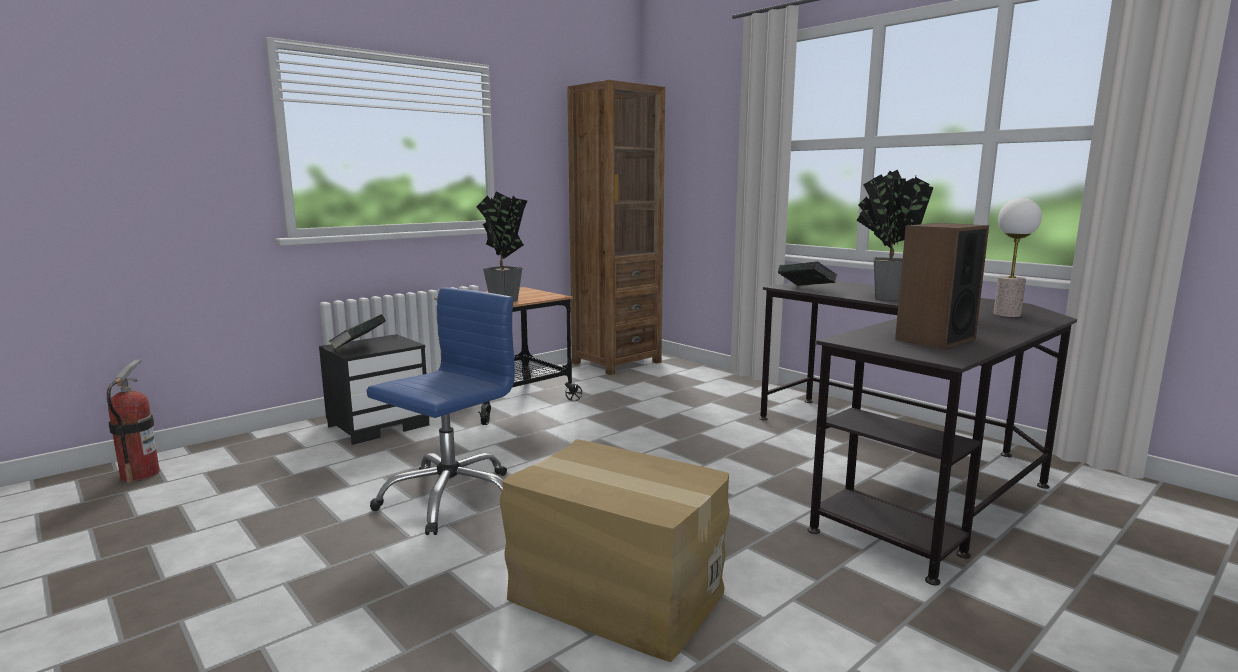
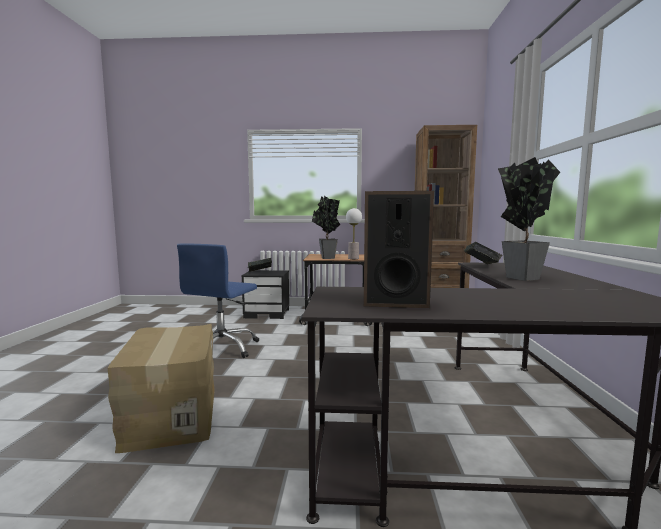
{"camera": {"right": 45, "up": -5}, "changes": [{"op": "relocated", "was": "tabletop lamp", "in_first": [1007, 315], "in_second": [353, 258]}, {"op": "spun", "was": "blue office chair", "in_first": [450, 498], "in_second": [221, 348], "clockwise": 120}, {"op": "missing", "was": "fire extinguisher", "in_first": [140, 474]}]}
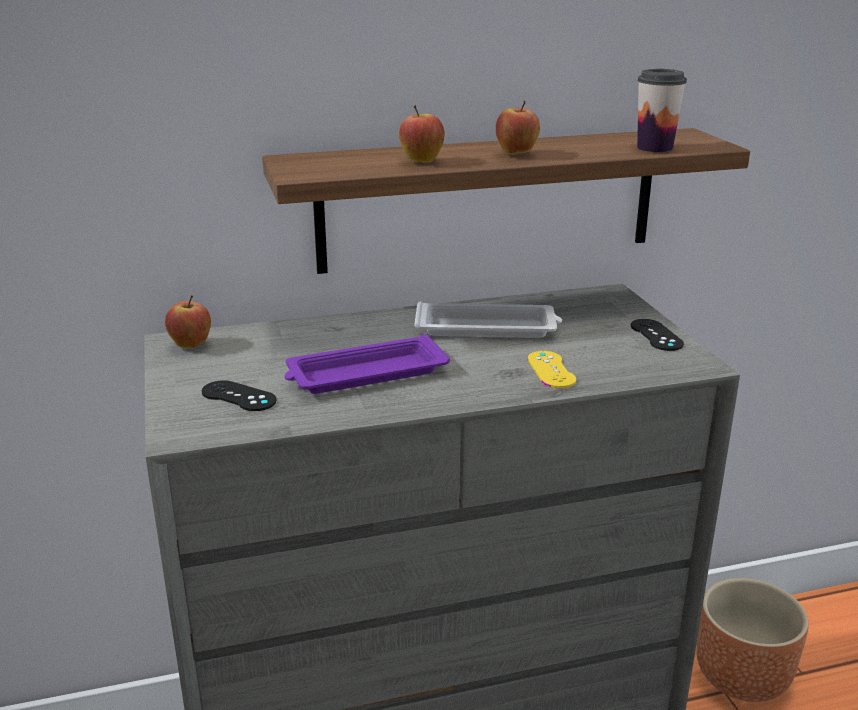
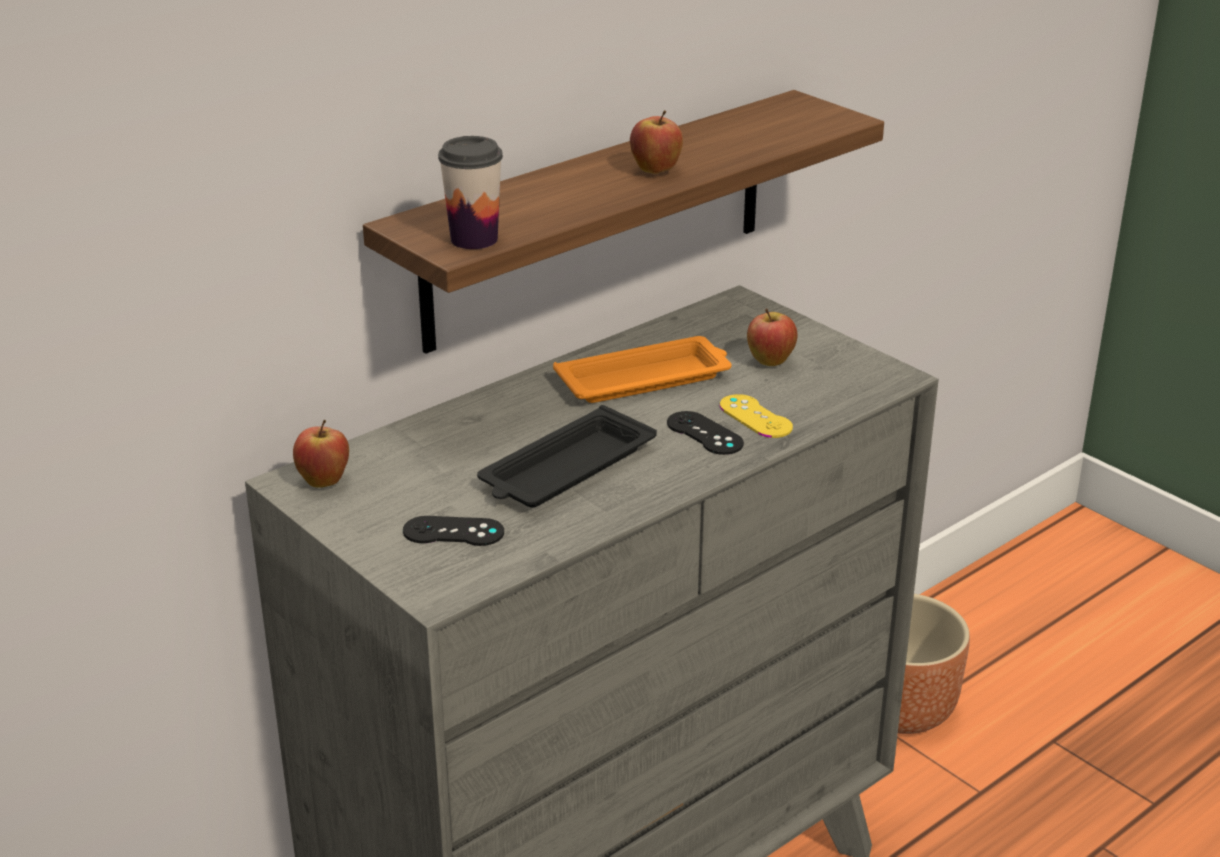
{"camera": {"right": -25, "up": 5}, "changes": [{"op": "relocated", "was": "cup", "in_first": [654, 148], "in_second": [474, 239]}, {"op": "relocated", "was": "apple fruit", "in_first": [421, 161], "in_second": [770, 362]}, {"op": "colour", "was": "white-coloured tray", "now": "orangey tray", "in_first": [488, 328], "in_second": [646, 379]}, {"op": "relocated", "was": "blackish joypad", "in_first": [656, 335], "in_second": [704, 433]}, {"op": "colour", "was": "purplish tray", "now": "blackish tray", "in_first": [364, 374], "in_second": [565, 470]}]}
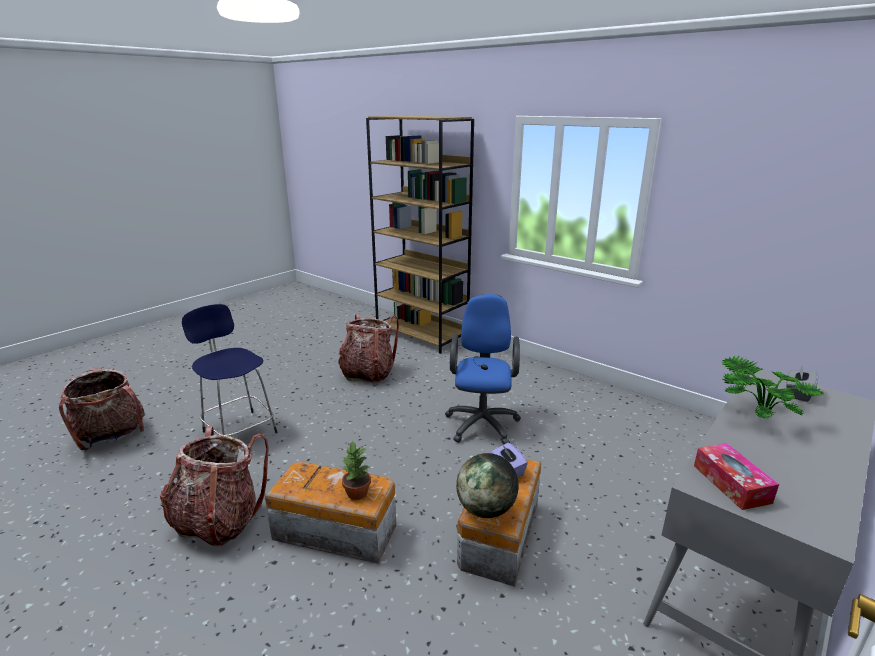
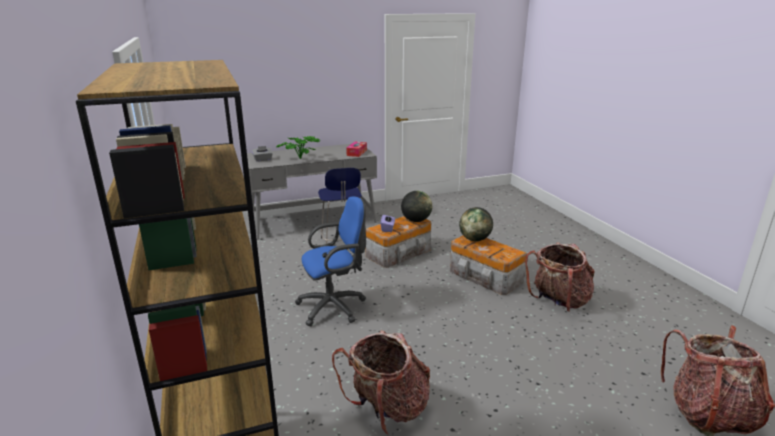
{"camera": {"right": -150, "up": 0}, "changes": [{"op": "spun", "was": "blue office chair", "in_first": [482, 422], "in_second": [335, 307], "clockwise": -150}, {"op": "relocated", "was": "blue stool", "in_first": [239, 431], "in_second": [342, 244]}, {"op": "exchanged", "was": "potted plant", "now": "globe", "in_first": [357, 493], "in_second": [474, 239]}]}
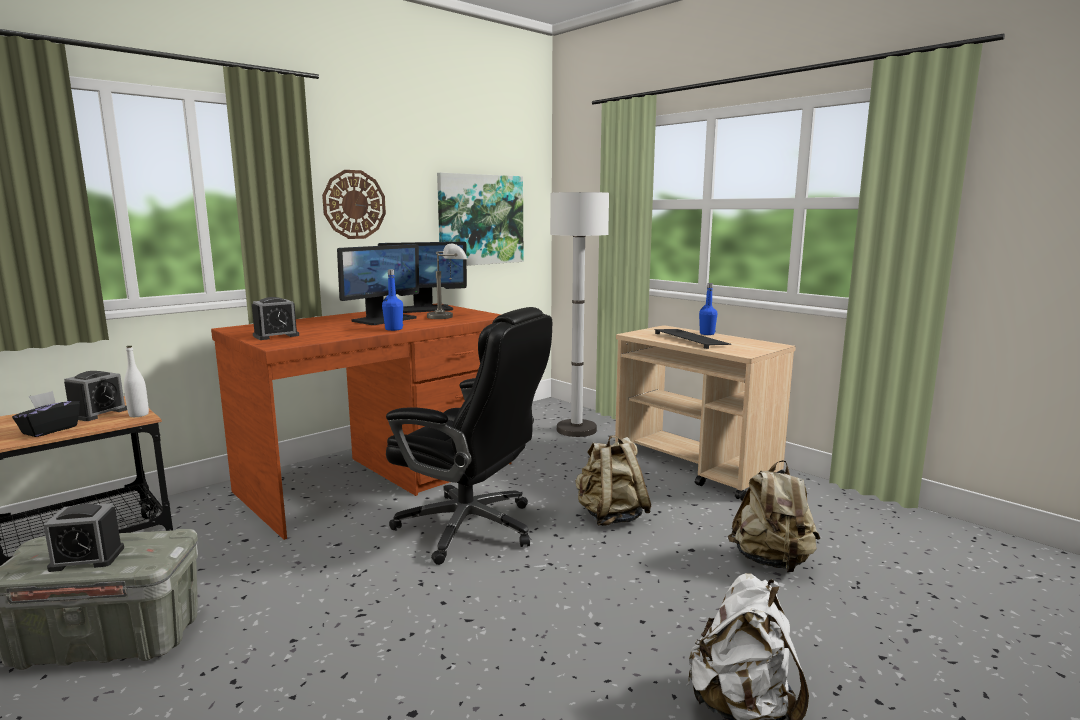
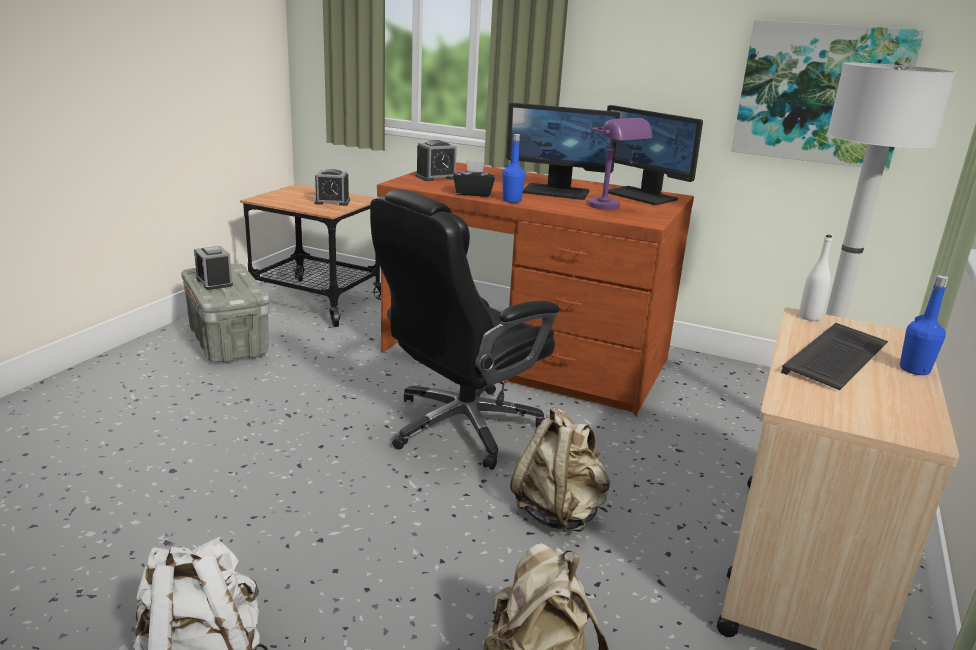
{"camera": {"right": 65, "up": 10}, "changes": [{"op": "missing", "was": "wall clock", "in_first": [354, 204]}, {"op": "colour", "was": "grey tabletop lamp", "now": "purplish tabletop lamp", "in_first": [449, 316], "in_second": [612, 208]}, {"op": "spun", "was": "alarm clock", "in_first": [276, 336], "in_second": [436, 177], "clockwise": -60}, {"op": "spun", "was": "blackish office chair", "in_first": [470, 528], "in_second": [461, 427], "clockwise": 45}, {"op": "relocated", "was": "white-coloured bottle", "in_first": [138, 415], "in_second": [809, 317]}, {"op": "relocated", "was": "blackish tissue holder", "in_first": [49, 430], "in_second": [473, 193]}]}
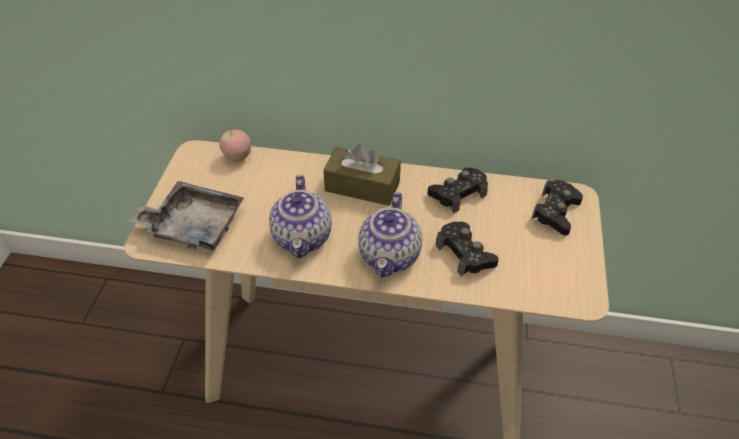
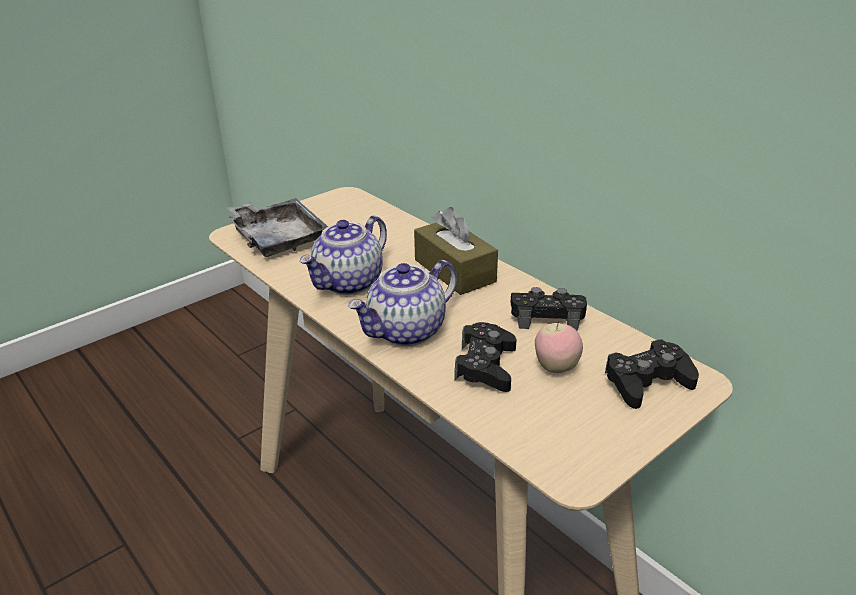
{"camera": {"right": 40, "up": -15}, "changes": [{"op": "relocated", "was": "apple fruit", "in_first": [238, 157], "in_second": [556, 368]}]}
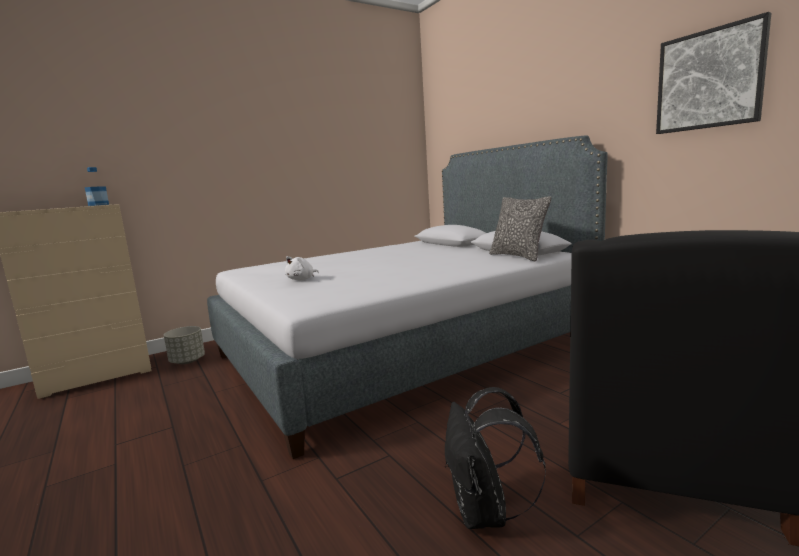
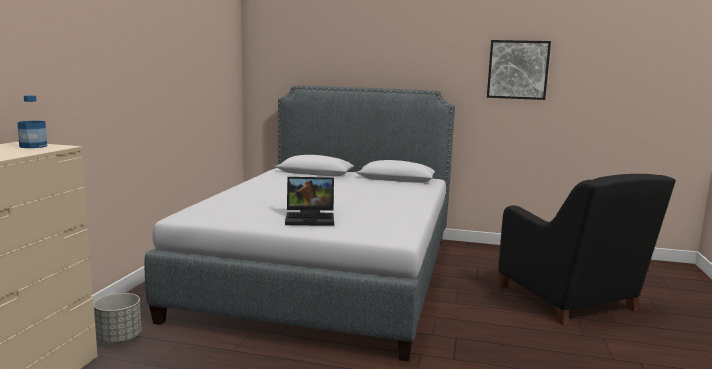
{"camera": {"right": -45, "up": 0}, "changes": [{"op": "missing", "was": "cushion", "in_first": [518, 256]}, {"op": "exchanged", "was": "white-coloured cuddly toy", "now": "laptop", "in_first": [302, 279], "in_second": [311, 218]}, {"op": "missing", "was": "blackish backpack", "in_first": [485, 512]}]}
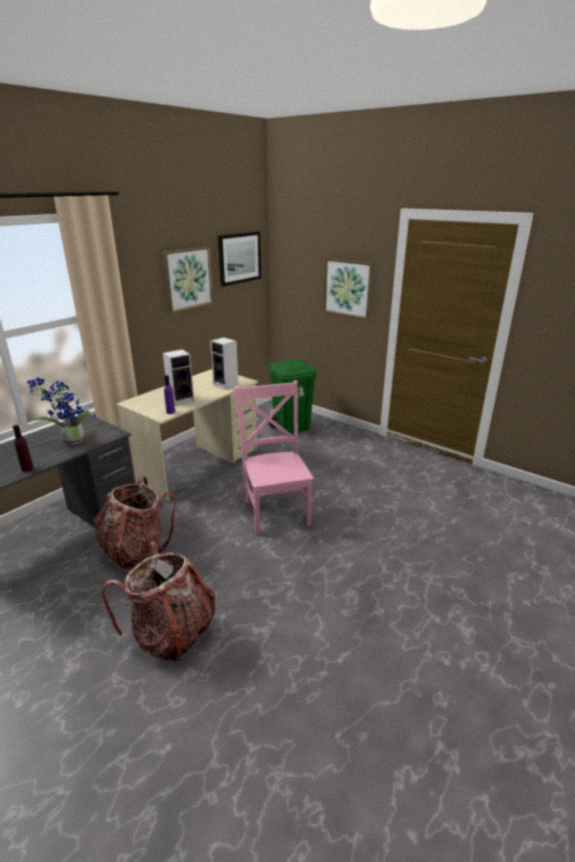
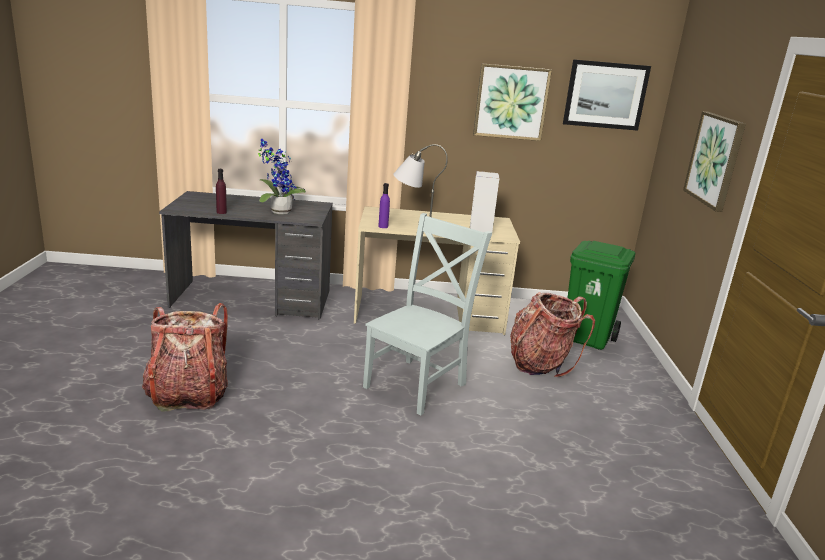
{"camera": {"right": 50, "up": -5}, "changes": [{"op": "exchanged", "was": "audio speaker", "now": "grey tabletop lamp", "in_first": [182, 400], "in_second": [414, 224]}, {"op": "colour", "was": "pink chair", "now": "grey chair", "in_first": [275, 510], "in_second": [418, 384]}, {"op": "relocated", "was": "backpack", "in_first": [136, 550], "in_second": [540, 364]}]}
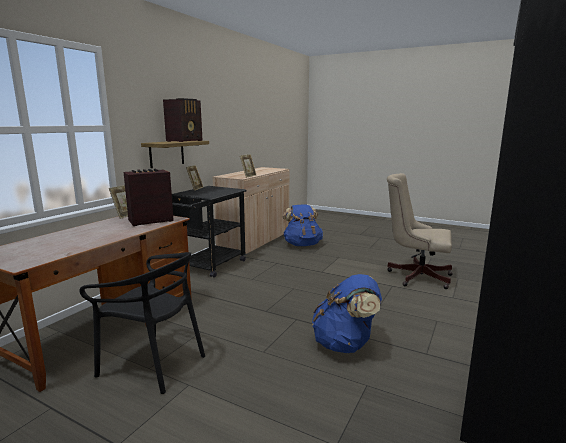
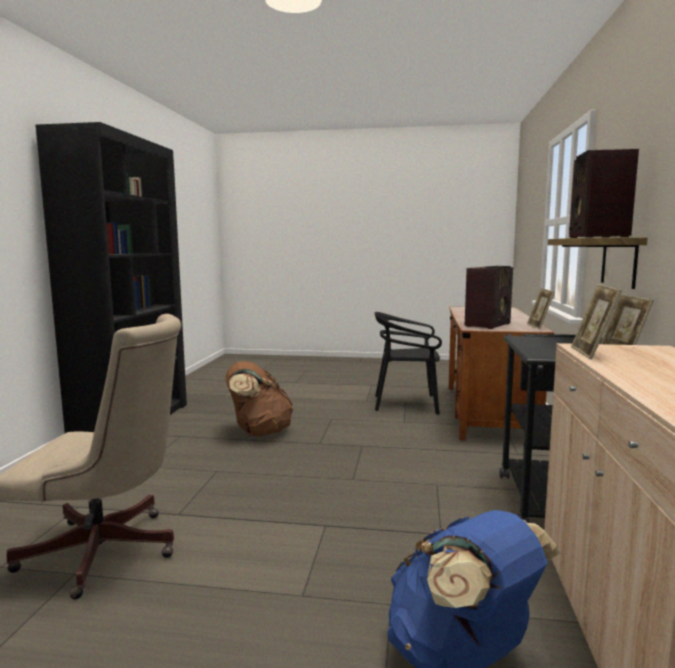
{"camera": {"right": 160, "up": -5}, "changes": [{"op": "colour", "was": "blue backpack", "now": "brown backpack", "in_first": [345, 344], "in_second": [259, 432]}]}
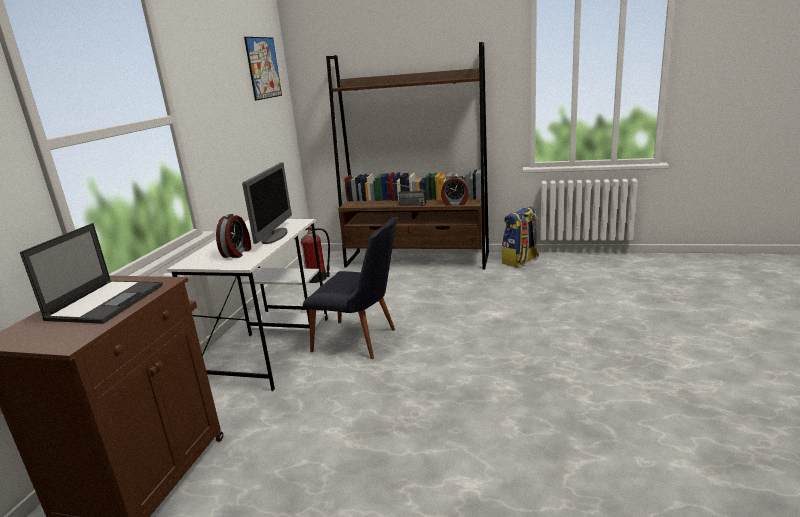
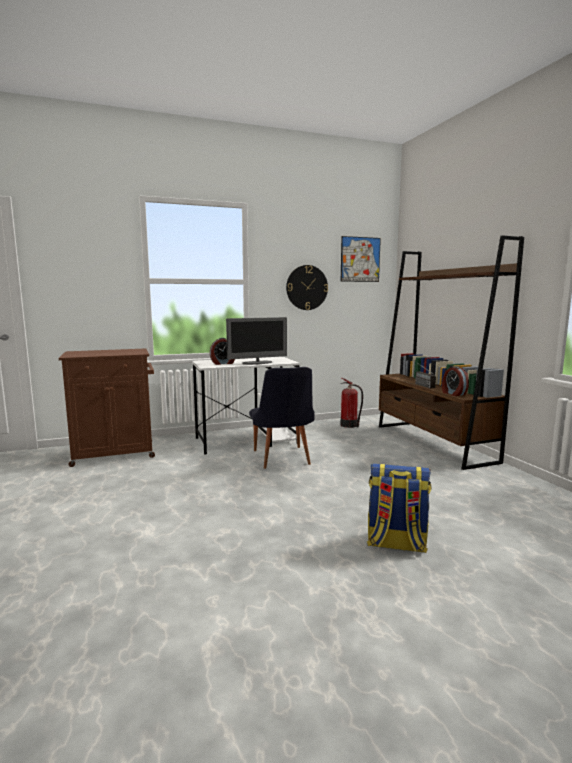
{"camera": {"right": 55, "up": -10}, "changes": [{"op": "relocated", "was": "backpack", "in_first": [520, 261], "in_second": [396, 544]}, {"op": "missing", "was": "laptop", "in_first": [107, 301]}, {"op": "appeared", "now": "wall clock", "in_second": [307, 287]}]}
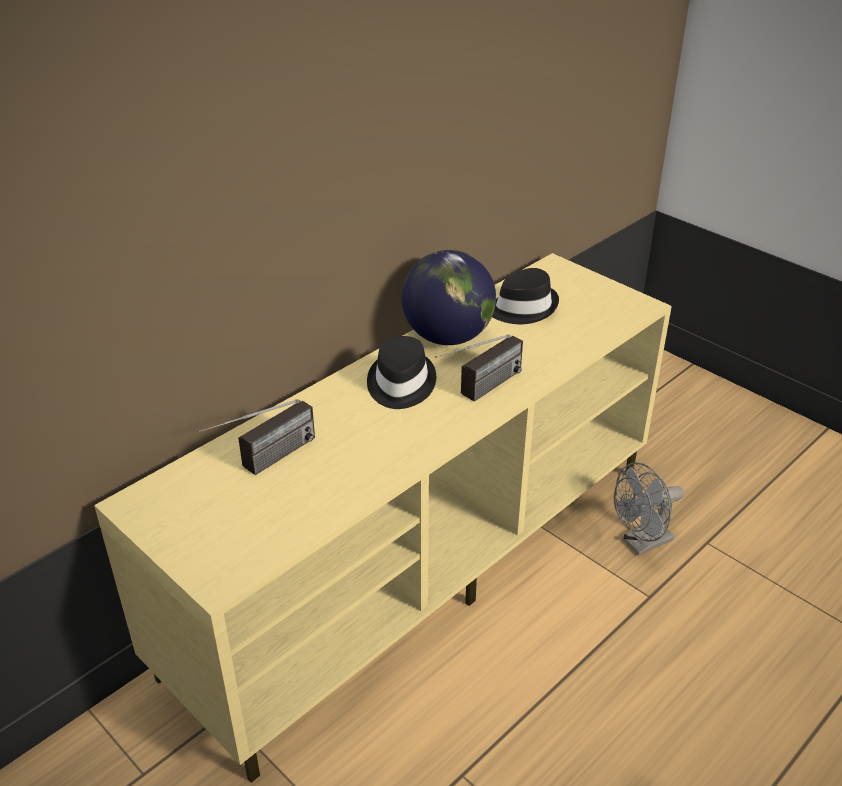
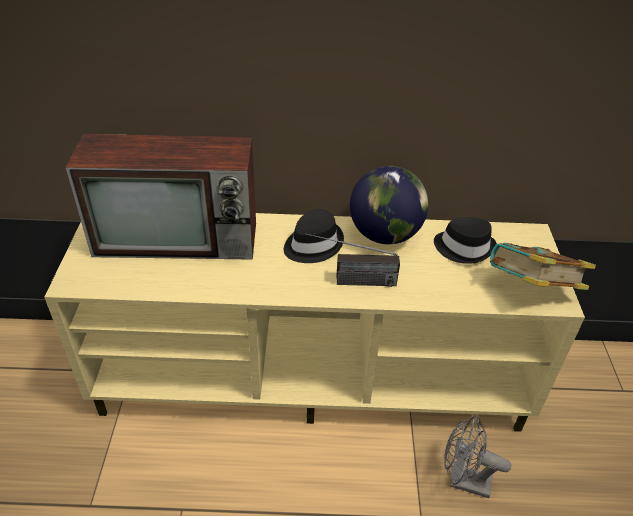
{"camera": {"right": 45, "up": 5}, "changes": [{"op": "exchanged", "was": "radio set", "now": "television", "in_first": [264, 463], "in_second": [180, 239]}, {"op": "appeared", "now": "book", "in_second": [530, 290]}]}
